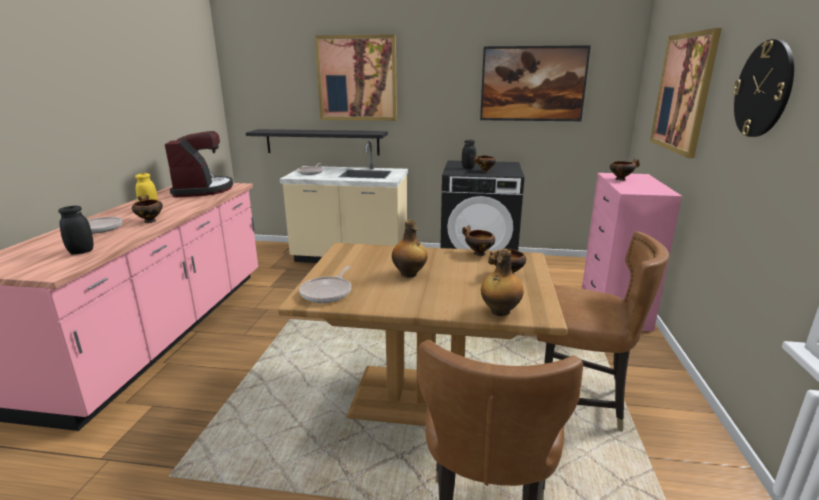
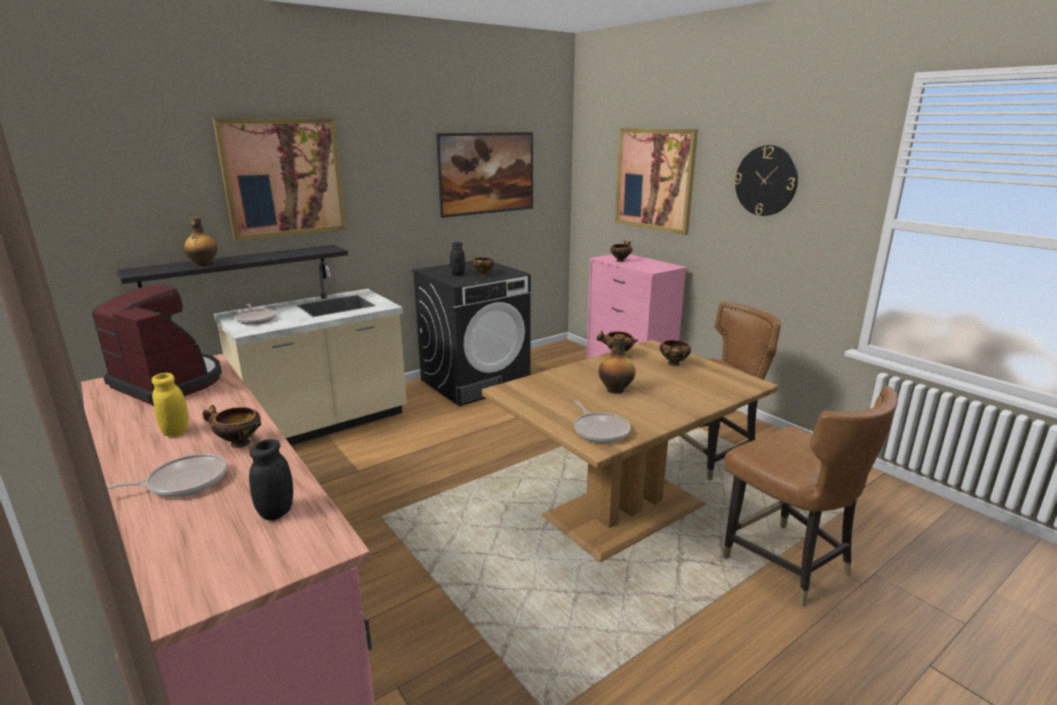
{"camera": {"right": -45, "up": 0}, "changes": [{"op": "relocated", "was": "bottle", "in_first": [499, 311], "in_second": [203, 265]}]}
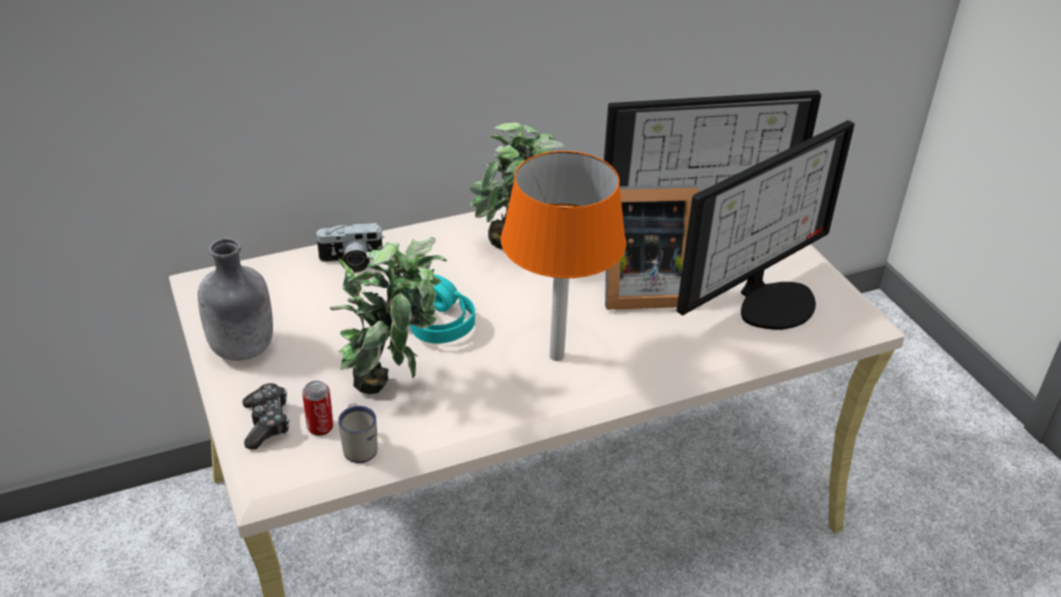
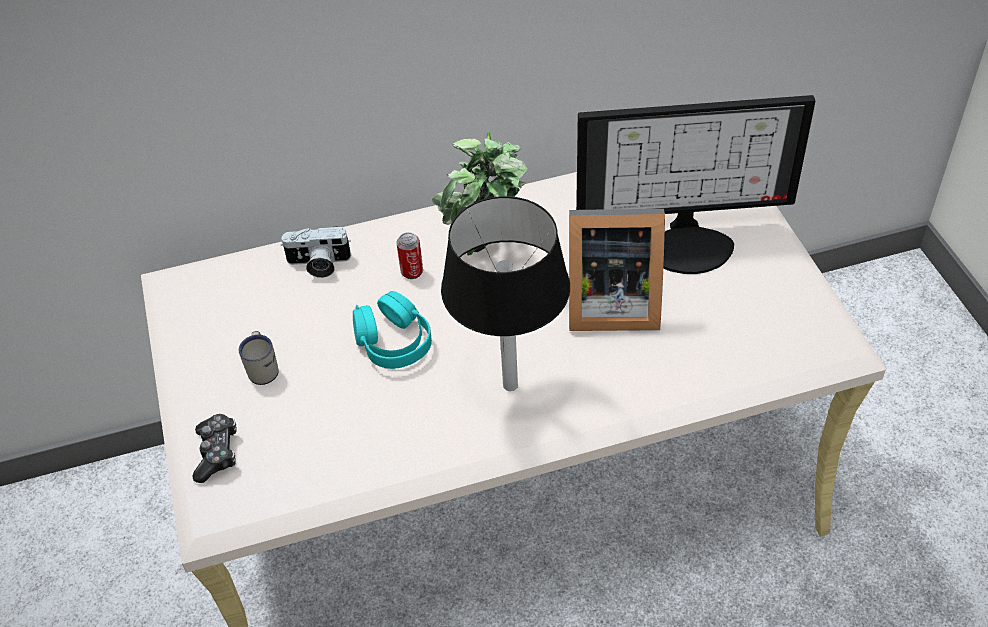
{"camera": {"right": 10, "up": 10}, "changes": [{"op": "missing", "was": "computer display", "in_first": [771, 300]}, {"op": "colour", "was": "orangey tabletop lamp", "now": "blackish tabletop lamp", "in_first": [557, 356], "in_second": [510, 385]}, {"op": "missing", "was": "potted plant", "in_first": [393, 384]}, {"op": "missing", "was": "grey bottle", "in_first": [242, 350]}, {"op": "relocated", "was": "metal can", "in_first": [320, 427], "in_second": [412, 272]}, {"op": "relocated", "was": "white-coloured mug", "in_first": [359, 446], "in_second": [263, 368]}]}
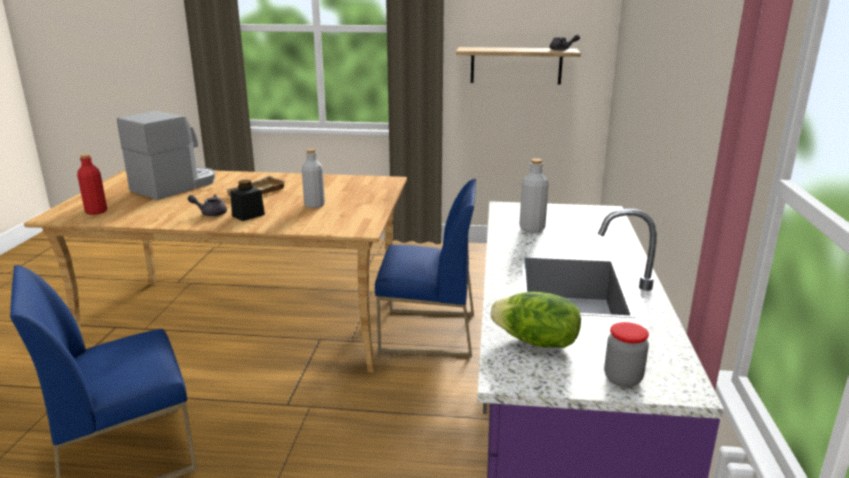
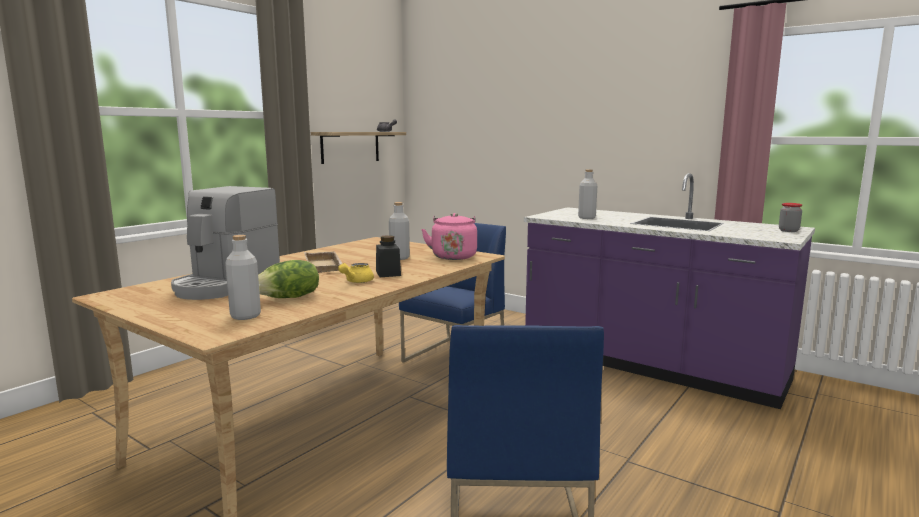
{"camera": {"right": -60, "up": -10}, "changes": [{"op": "spun", "was": "coffee brewer", "in_first": [175, 186], "in_second": [226, 285], "clockwise": -135}, {"op": "colour", "was": "reddish bottle", "now": "grey bottle", "in_first": [96, 211], "in_second": [245, 316]}, {"op": "colour", "was": "grey pot for tea", "now": "yellow-coloured pot for tea", "in_first": [210, 213], "in_second": [356, 281]}, {"op": "relocated", "was": "head of lettuce", "in_first": [536, 342], "in_second": [289, 298]}, {"op": "appeared", "now": "pink water kettle", "in_second": [453, 256]}]}
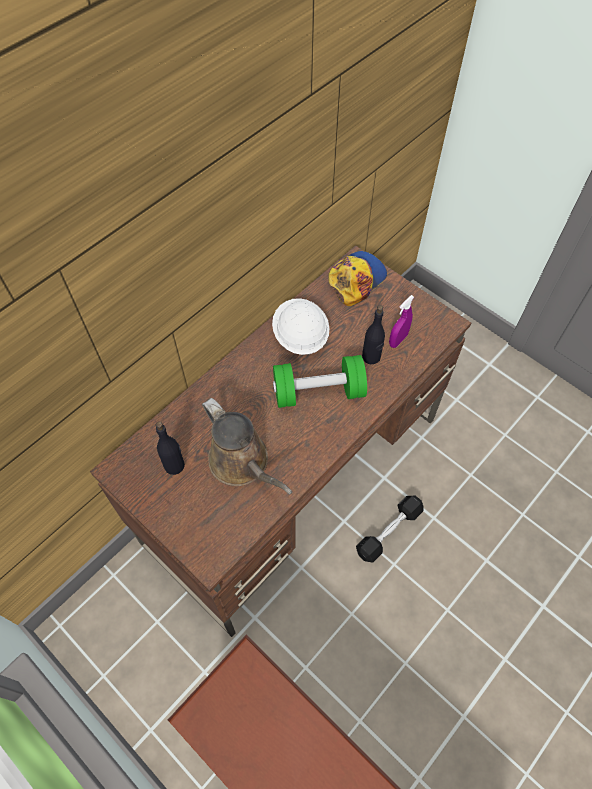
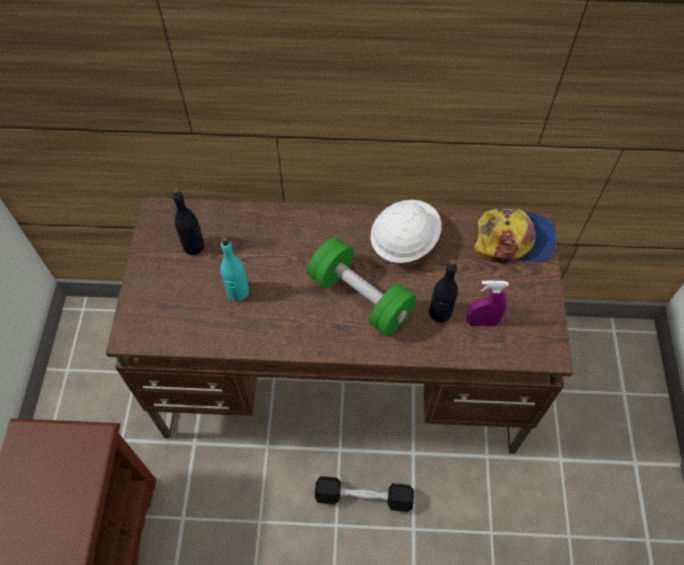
{"camera": {"right": 50, "up": 0}, "changes": [{"op": "exchanged", "was": "brown sprinkling can", "now": "turquoise-coloured bottle", "in_first": [242, 463], "in_second": [237, 292]}]}
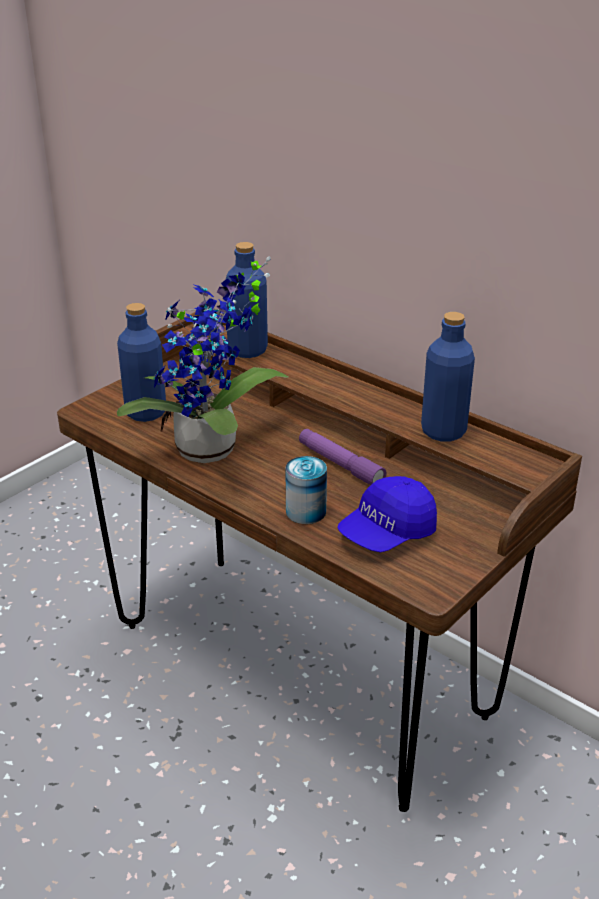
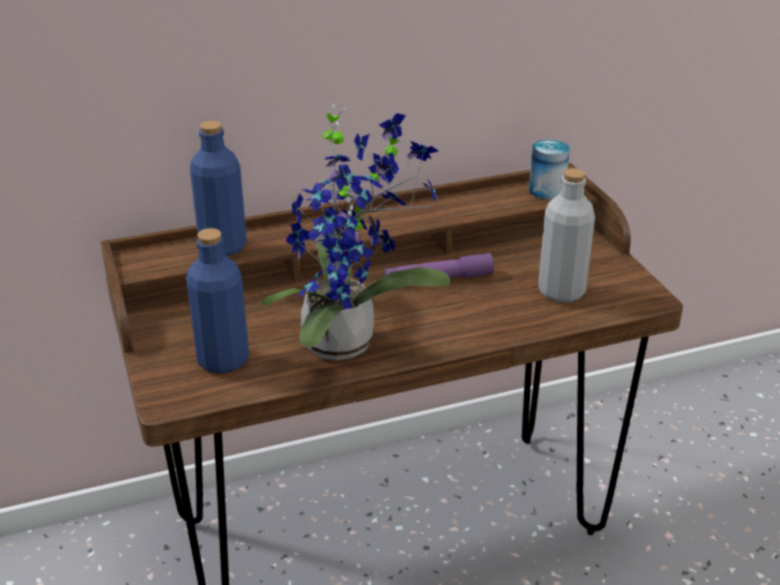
{"camera": {"right": -60, "up": 0}, "changes": [{"op": "missing", "was": "blue bottle", "in_first": [443, 431]}, {"op": "relocated", "was": "metal can", "in_first": [306, 511], "in_second": [546, 191]}, {"op": "exchanged", "was": "blue cap", "now": "grey bottle", "in_first": [387, 533], "in_second": [561, 292]}]}
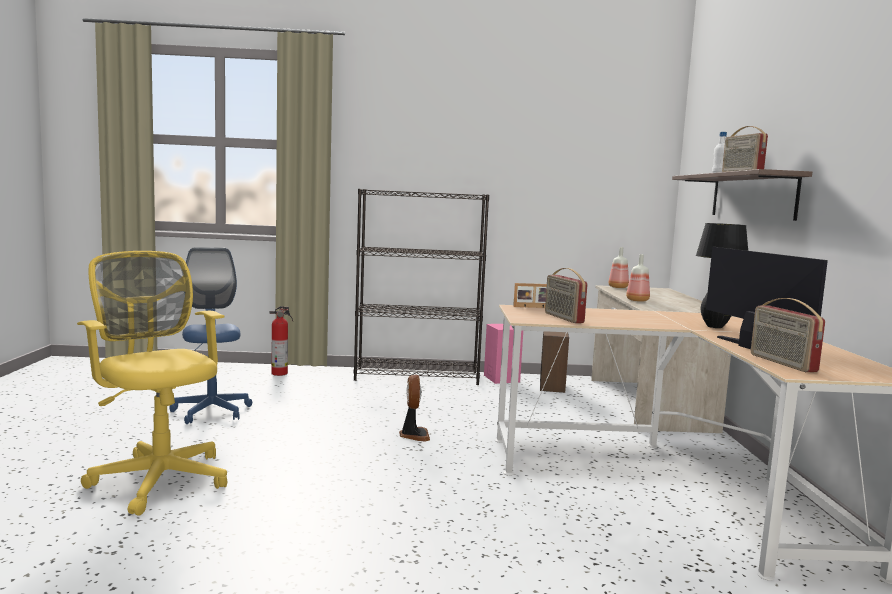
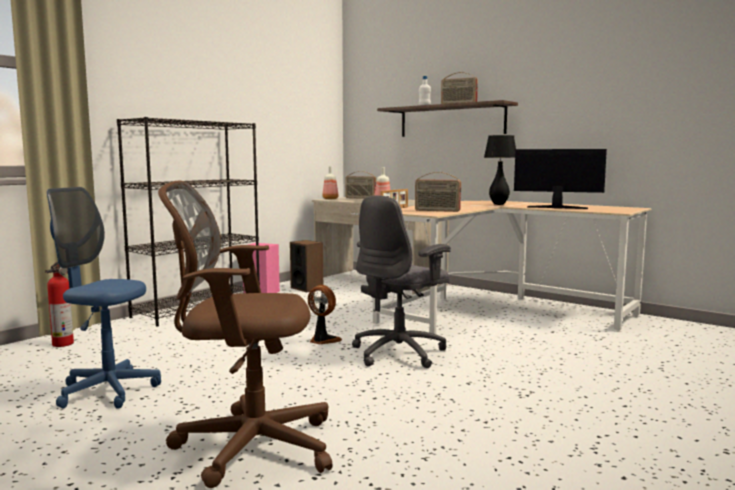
{"camera": {"right": -50, "up": 0}, "changes": [{"op": "colour", "was": "yellow-coloured office chair", "now": "brown office chair", "in_first": [159, 477], "in_second": [248, 445]}, {"op": "relocated", "was": "radio set", "in_first": [781, 363], "in_second": [360, 198]}, {"op": "appeared", "now": "grey office chair", "in_second": [400, 353]}]}
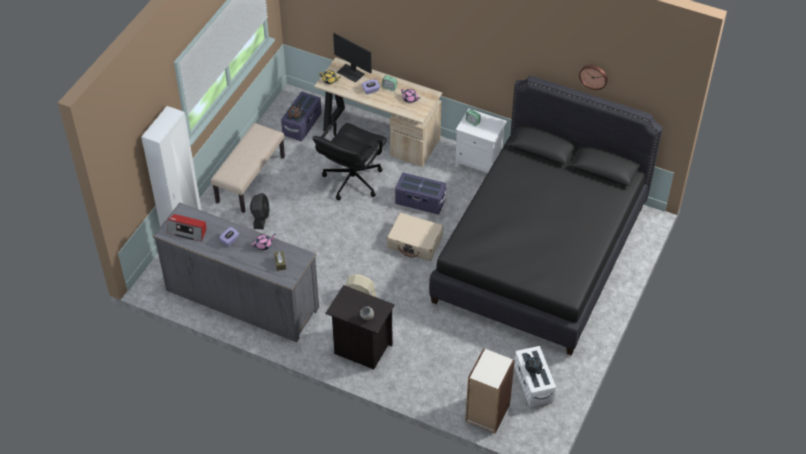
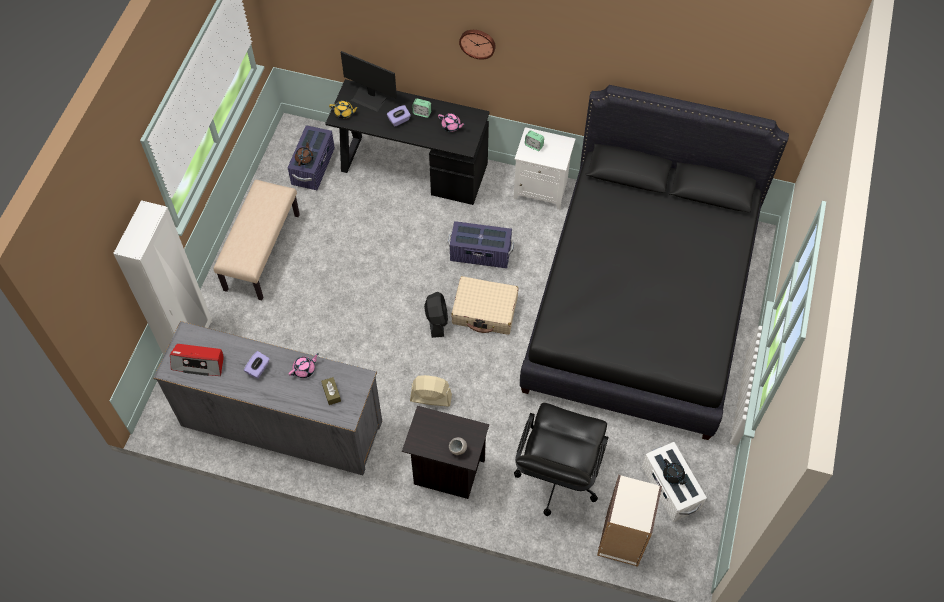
{"camera": {"right": -10, "up": 10}, "changes": [{"op": "colour", "was": "sand-coloured desk table", "now": "blackish desk table", "in_first": [379, 134], "in_second": [411, 167]}, {"op": "relocated", "was": "wall clock", "in_first": [593, 76], "in_second": [478, 43]}, {"op": "relocated", "was": "blackish office chair", "in_first": [351, 180], "in_second": [557, 476]}, {"op": "relocated", "was": "blackish fan", "in_first": [261, 218], "in_second": [436, 320]}]}
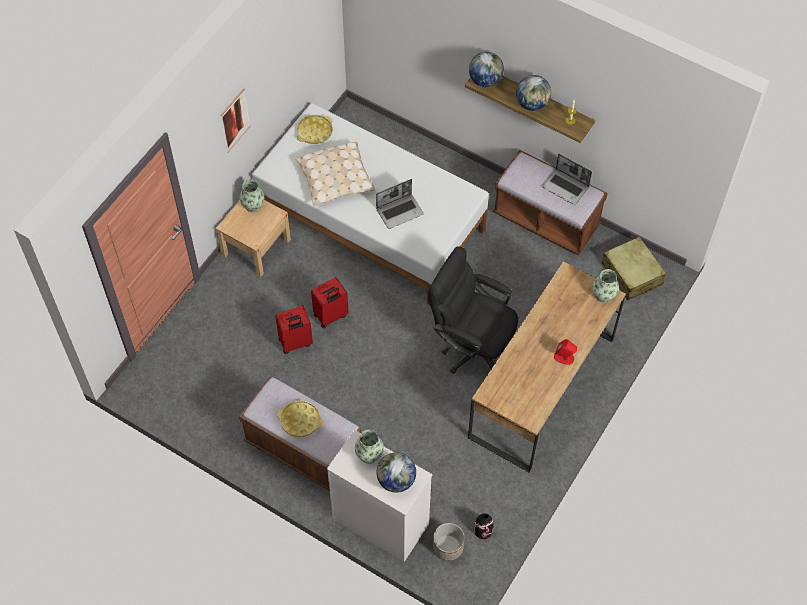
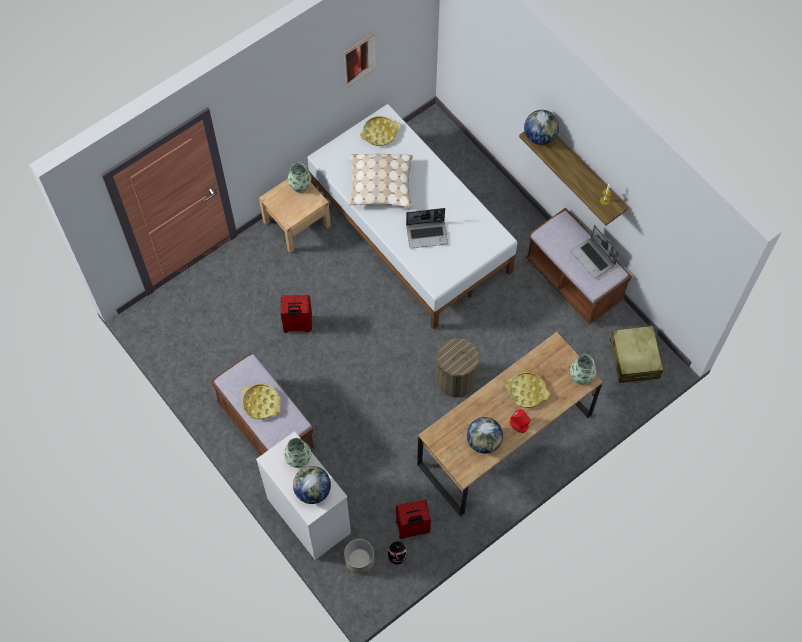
{"camera": {"right": 20, "up": 5}, "changes": [{"op": "relocated", "was": "globe", "in_first": [532, 104], "in_second": [484, 441]}, {"op": "relocated", "was": "wall art", "in_first": [235, 120], "in_second": [359, 60]}, {"op": "exchanged", "was": "blackish office chair", "now": "laundry basket", "in_first": [472, 345], "in_second": [456, 379]}, {"op": "relocated", "was": "reddish travel case", "in_first": [331, 316], "in_second": [412, 528]}, {"op": "appeared", "now": "yellow-coloured tray", "in_second": [526, 391]}]}
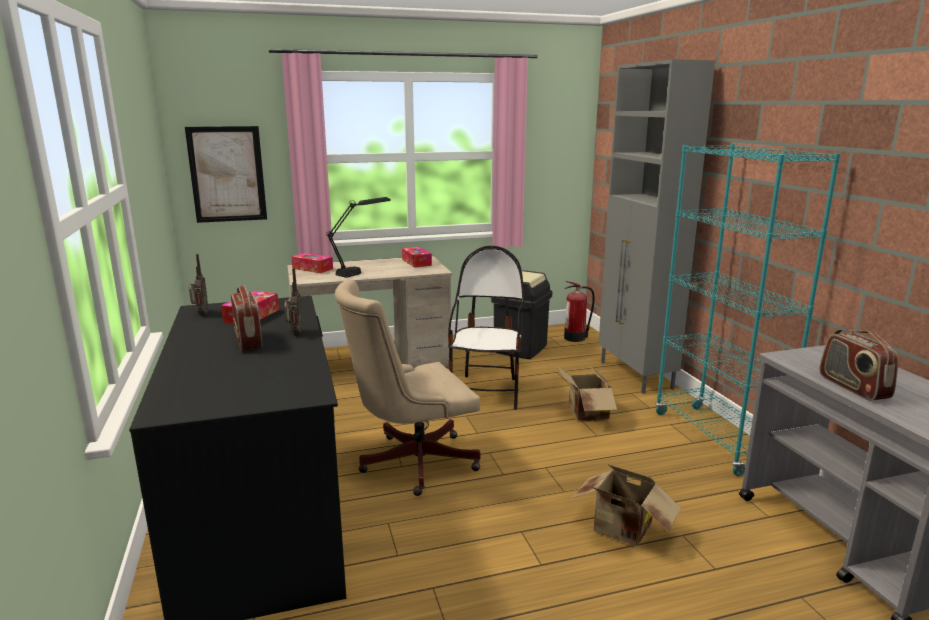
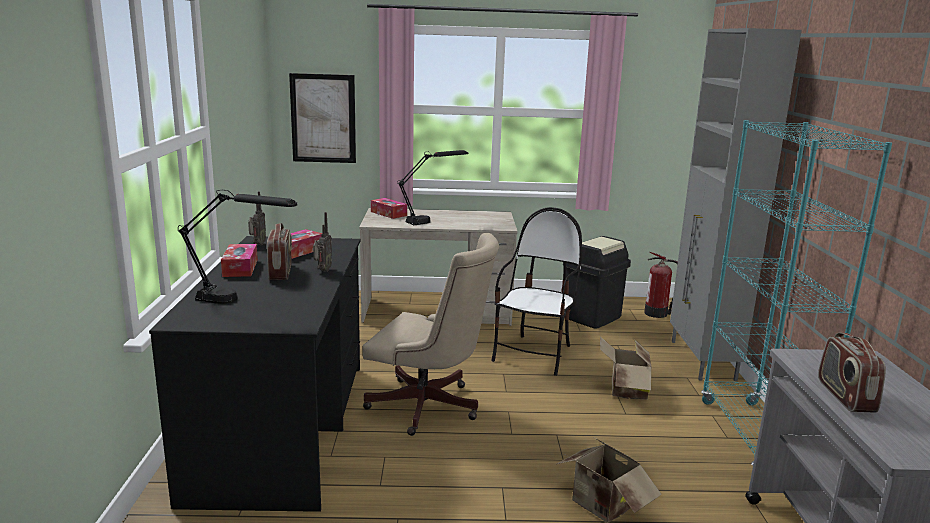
{"camera": {"right": 15, "up": 0}, "changes": [{"op": "relocated", "was": "tissue holder", "in_first": [416, 262], "in_second": [240, 268]}, {"op": "spun", "was": "sand-coloured office chair", "in_first": [410, 462], "in_second": [430, 408], "clockwise": -150}, {"op": "appeared", "now": "blackish tabletop lamp", "in_second": [241, 301]}]}
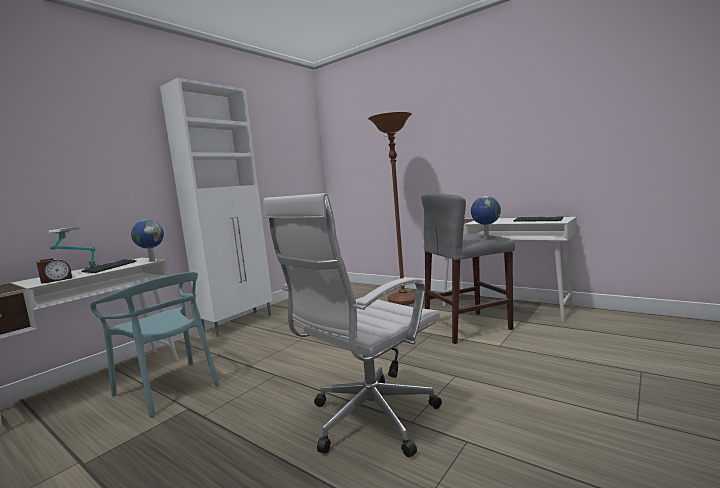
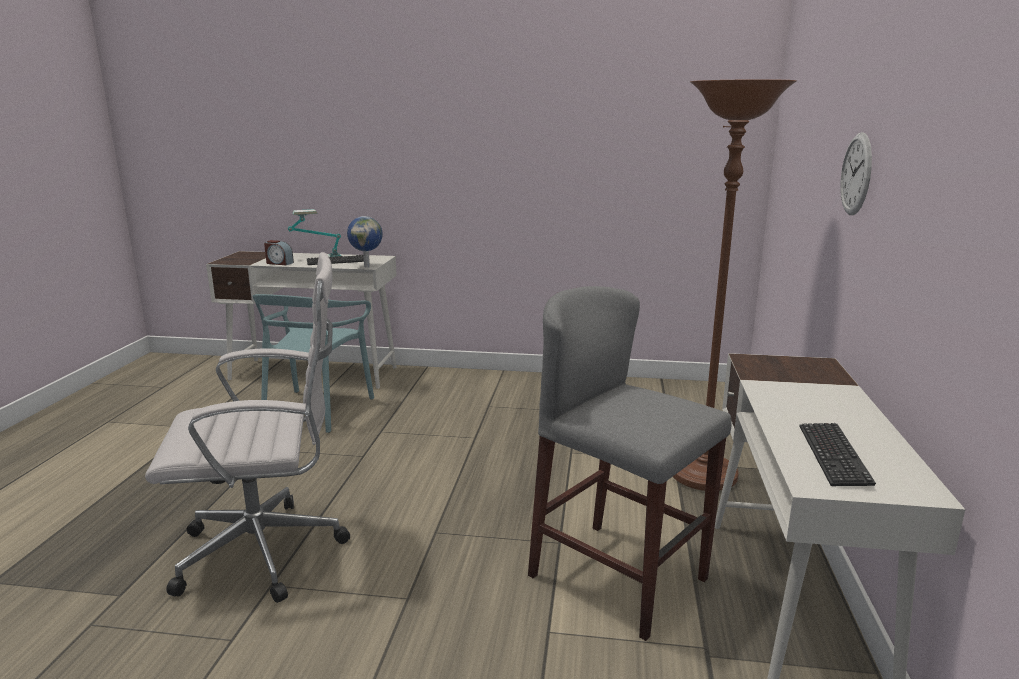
{"camera": {"right": 60, "up": 10}, "changes": [{"op": "missing", "was": "white-coloured cabinet", "in_first": [239, 323]}, {"op": "spun", "was": "white-coloured office chair", "in_first": [368, 421], "in_second": [269, 551], "clockwise": 150}, {"op": "missing", "was": "globe", "in_first": [486, 238]}, {"op": "appeared", "now": "wall clock", "in_second": [856, 174]}]}
